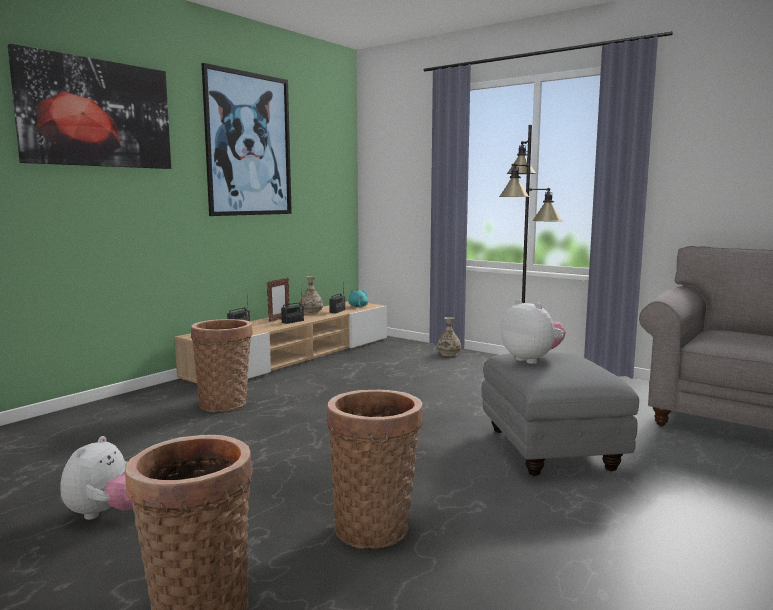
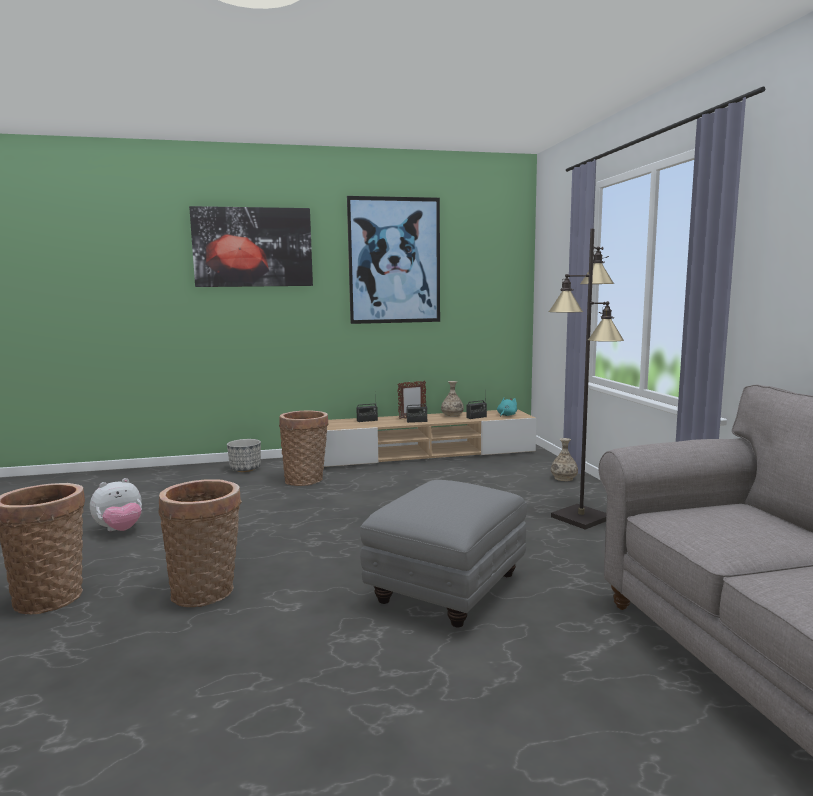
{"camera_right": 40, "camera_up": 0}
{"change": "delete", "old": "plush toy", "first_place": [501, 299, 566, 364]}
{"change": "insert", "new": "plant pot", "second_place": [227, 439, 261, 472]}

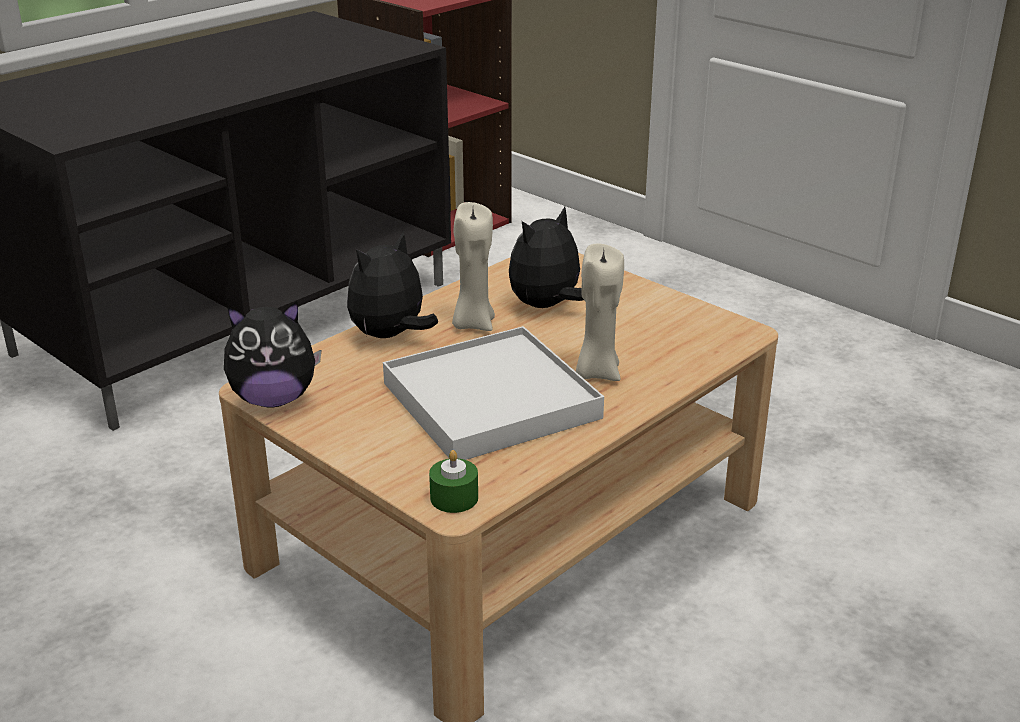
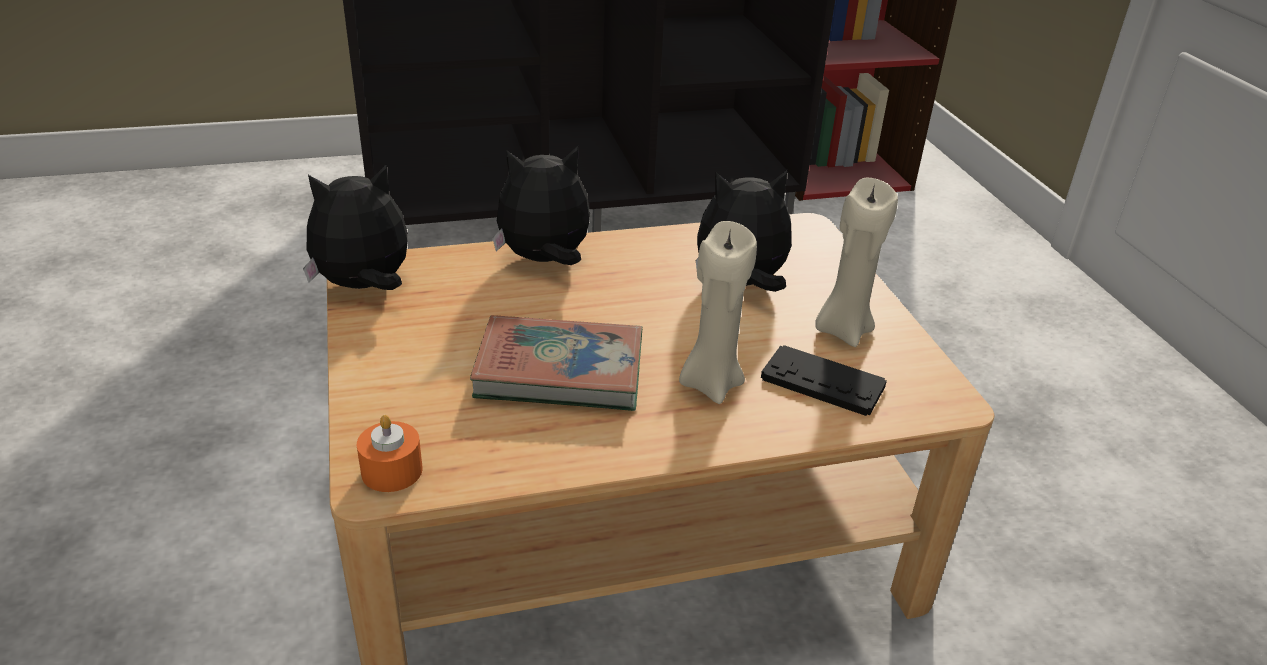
{"camera_right": 30, "camera_up": 5}
{"change": "rotate", "old": "plush toy", "first_place": [224, 301, 322, 407], "second_place": [303, 164, 408, 290], "degrees": 135}
{"change": "replace", "old": "white serving tray", "new": "volume", "first_place": [383, 326, 604, 460], "second_place": [470, 315, 642, 411]}
{"change": "recolor", "old": "greenish candle", "new": "orange candle", "first_place": [429, 450, 478, 513], "second_place": [357, 415, 422, 492]}
{"change": "move", "old": "beige-coloured candle", "first_place": [452, 202, 495, 331], "second_place": [815, 178, 898, 347]}
{"change": "insert", "new": "black-coloured gamepad", "second_place": [761, 345, 887, 416]}

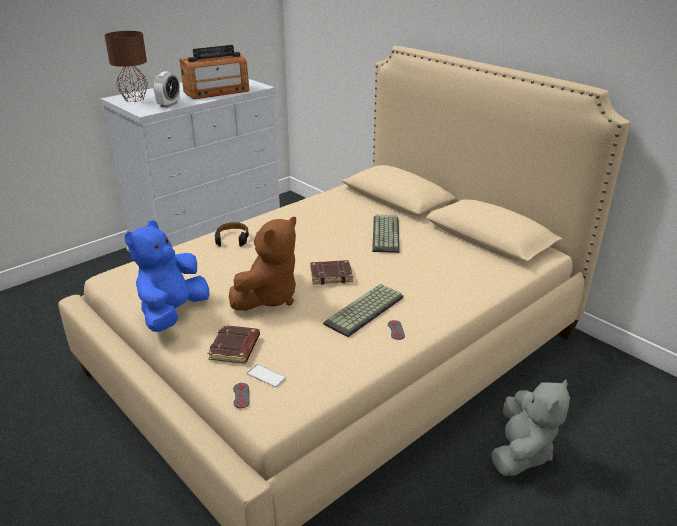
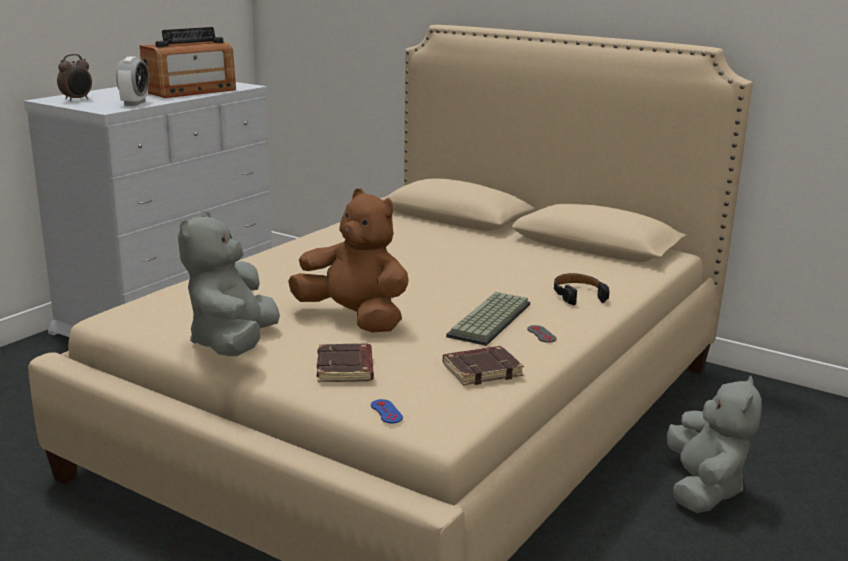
{"camera_right": -15, "camera_up": -10}
{"change": "replace", "old": "brown-coloured table lamp", "new": "bedside clock", "first_place": [105, 31, 148, 102], "second_place": [57, 54, 92, 101]}
{"change": "recolor", "old": "blue plush toy", "new": "gray plush toy", "first_place": [124, 220, 210, 332], "second_place": [178, 210, 280, 356]}
{"change": "move", "old": "black-coloured headset", "first_place": [215, 222, 249, 247], "second_place": [554, 273, 609, 305]}
{"change": "rotate", "old": "brown-coloured plush toy", "first_place": [229, 216, 296, 311], "second_place": [288, 188, 409, 333], "degrees": -75}
{"change": "recolor", "old": "gray gamepad", "new": "blue gamepad", "first_place": [233, 383, 250, 408], "second_place": [371, 399, 403, 424]}
{"change": "delete", "old": "handset", "first_place": [247, 364, 286, 387]}
{"change": "move", "old": "brown-coloured volume", "first_place": [310, 260, 353, 285], "second_place": [443, 346, 524, 385]}
{"change": "delete", "old": "computer keyboard", "first_place": [372, 214, 399, 253]}

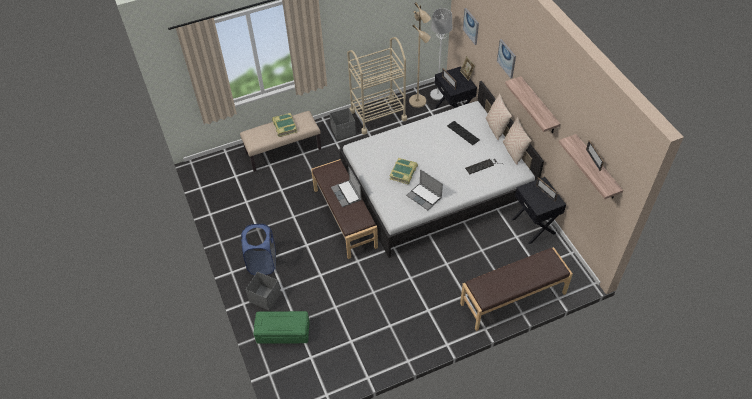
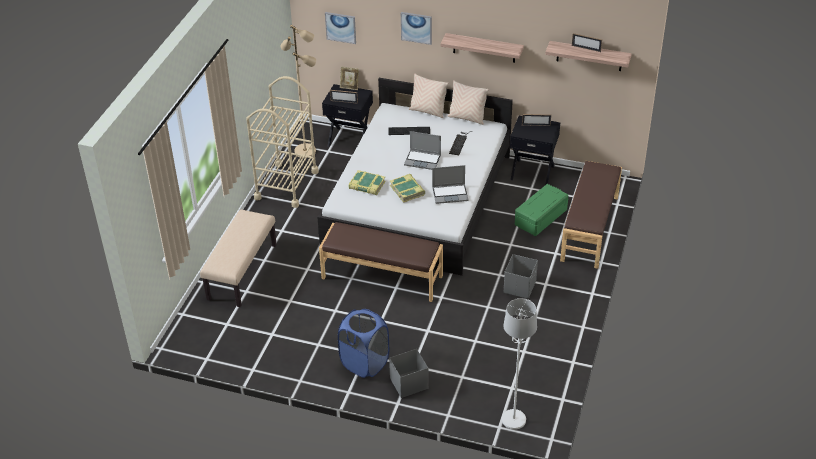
{"camera_right": -50, "camera_up": -10}
{"change": "move", "old": "greenish storage container", "first_place": [253, 311, 310, 344], "second_place": [515, 184, 568, 236]}
{"change": "move", "old": "volume", "first_place": [272, 113, 297, 137], "second_place": [349, 170, 386, 195]}
{"change": "move", "old": "gray storage container", "first_place": [330, 108, 356, 141], "second_place": [504, 254, 538, 299]}
{"change": "move", "old": "portable computer", "first_place": [331, 166, 362, 207], "second_place": [404, 131, 441, 170]}
{"change": "move", "old": "white standard lamp", "first_place": [430, 8, 452, 100], "second_place": [502, 298, 537, 430]}

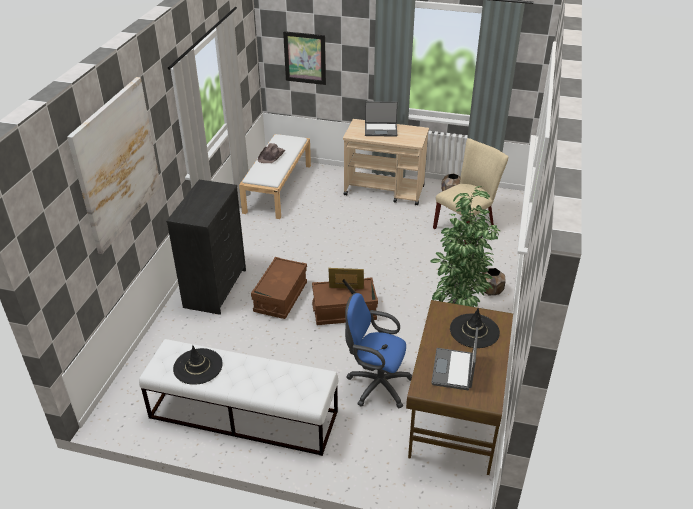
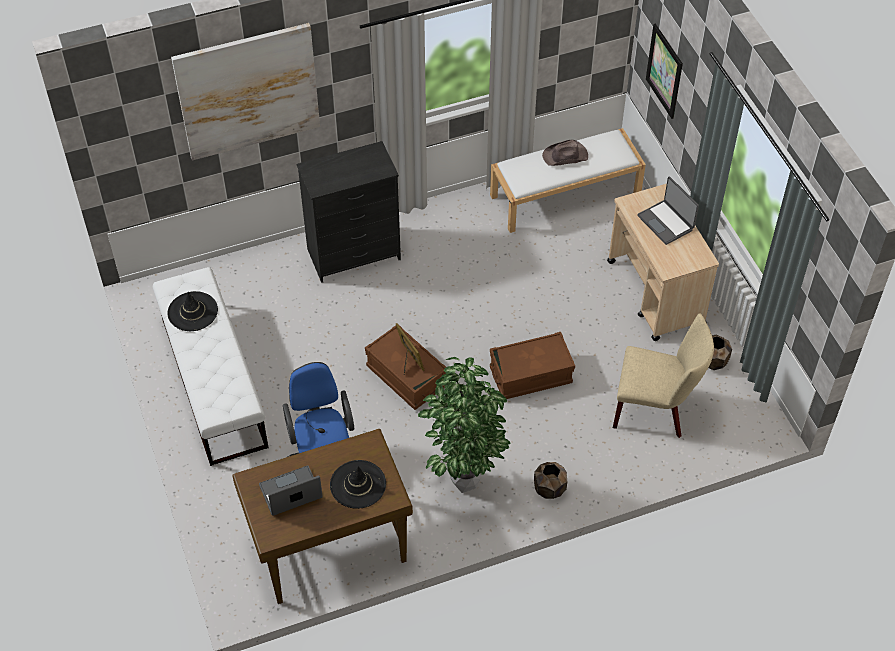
{"camera_right": 55, "camera_up": 15}
{"change": "move", "old": "brown-coloured storage container", "first_place": [251, 257, 307, 319], "second_place": [490, 332, 575, 399]}

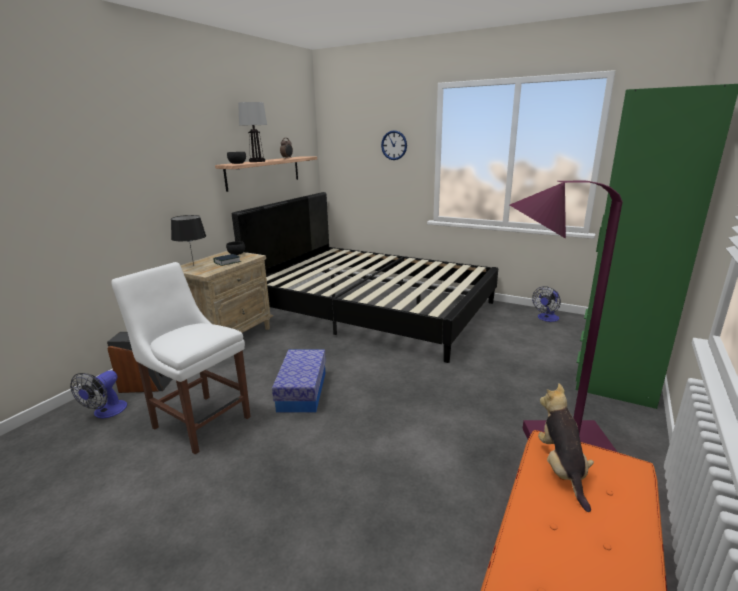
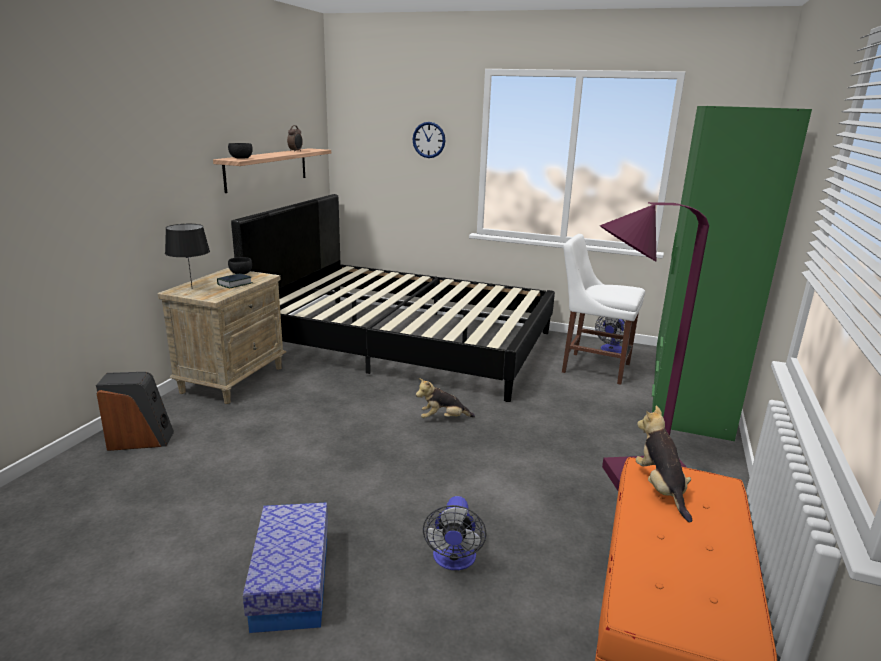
{"camera_right": -10, "camera_up": 0}
{"change": "move", "old": "cooling fan", "first_place": [70, 371, 127, 418], "second_place": [423, 496, 486, 570]}
{"change": "move", "old": "white plain chair", "first_place": [111, 262, 251, 455], "second_place": [562, 234, 645, 385]}
{"change": "delete", "old": "table lamp", "first_place": [238, 102, 267, 162]}
{"change": "move", "old": "storage container", "first_place": [272, 349, 326, 413], "second_place": [243, 502, 328, 633]}
{"change": "insert", "new": "plush toy", "second_place": [416, 378, 475, 418]}

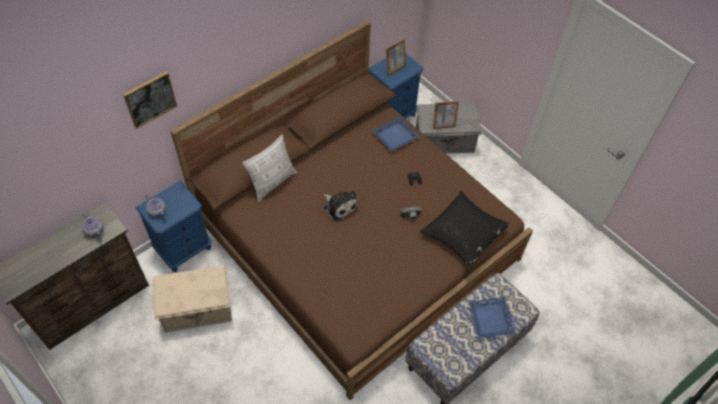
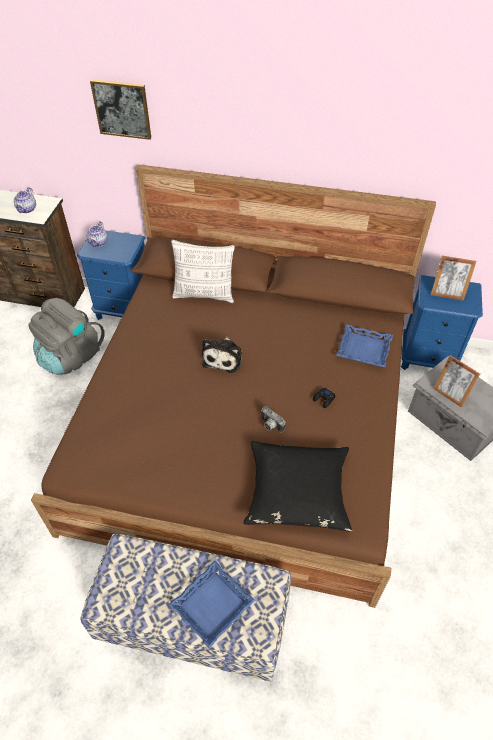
{"camera_right": 55, "camera_up": -5}
{"change": "replace", "old": "beige-coloured storage container", "new": "gray rucksack", "first_place": [152, 265, 232, 333], "second_place": [29, 298, 105, 375]}

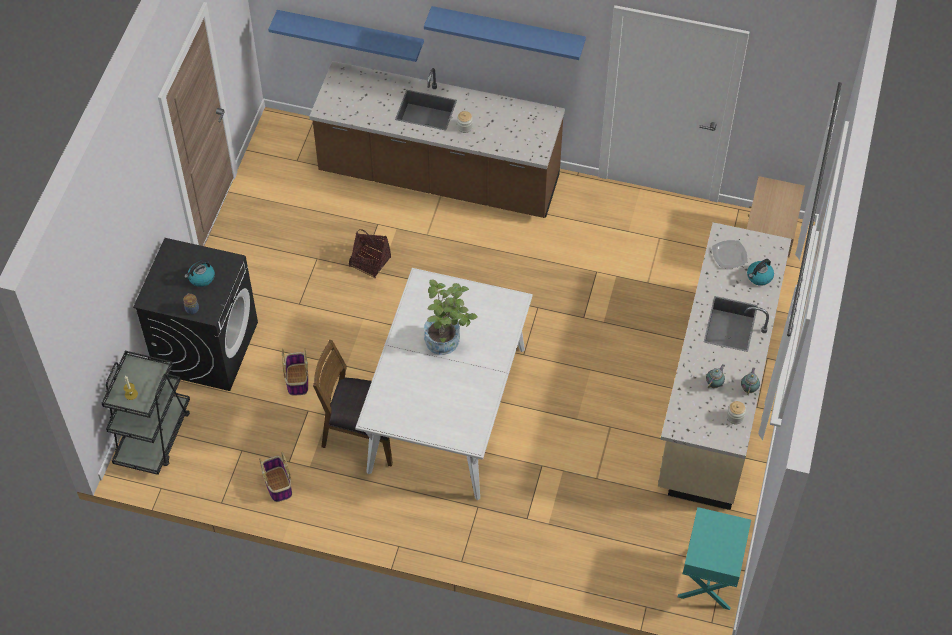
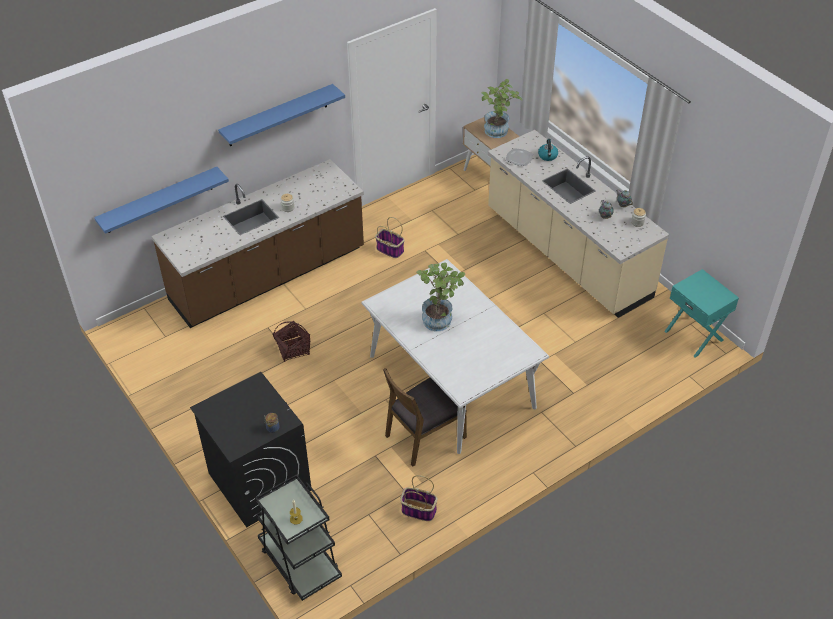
{"camera_right": -50, "camera_up": -10}
{"change": "delete", "old": "tea kettle", "first_place": [184, 260, 215, 287]}
{"change": "move", "old": "household basket", "first_place": [282, 348, 308, 396], "second_place": [375, 217, 405, 258]}
{"change": "insert", "new": "houseplant", "second_place": [481, 79, 523, 138]}

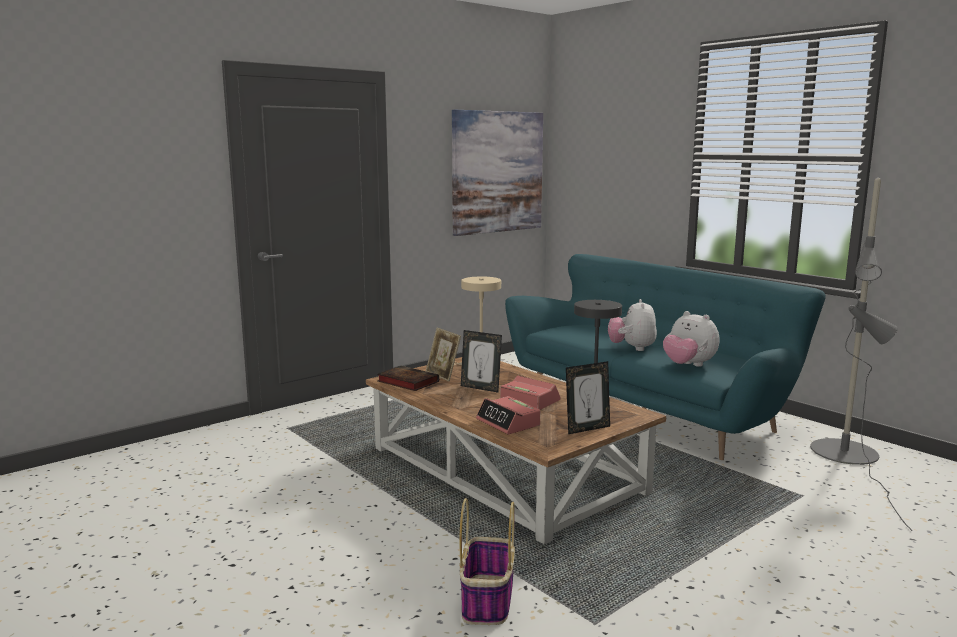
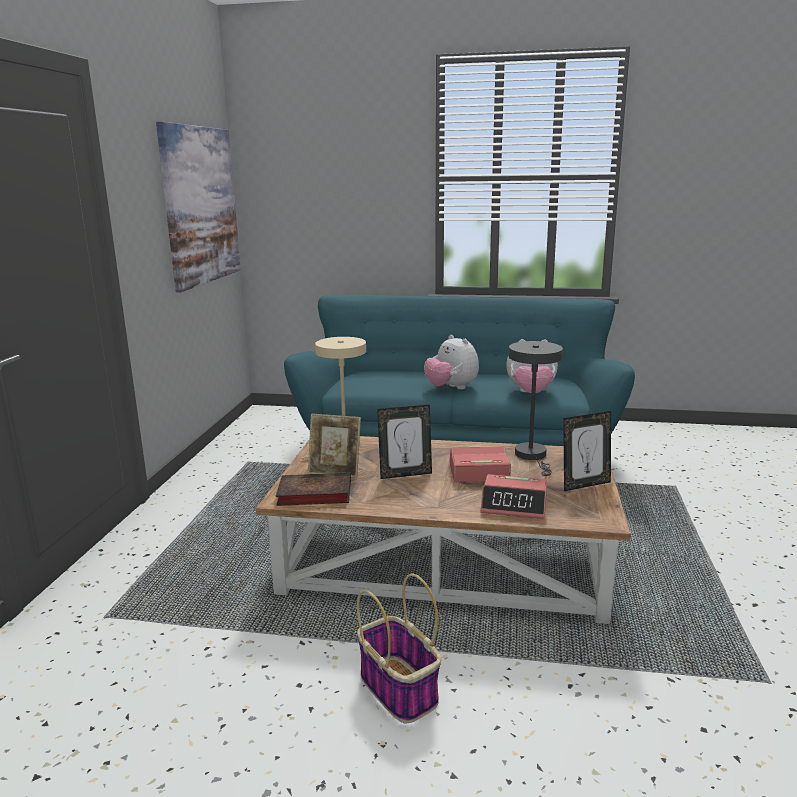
{"camera_right": -40, "camera_up": 5}
{"change": "move", "old": "household basket", "first_place": [460, 498, 515, 625], "second_place": [357, 574, 441, 723]}
{"change": "rotate", "old": "picture frame", "first_place": [566, 361, 610, 434], "second_place": [563, 411, 611, 491], "degrees": 45}
{"change": "delete", "old": "gray standard lamp", "first_place": [810, 178, 912, 531]}

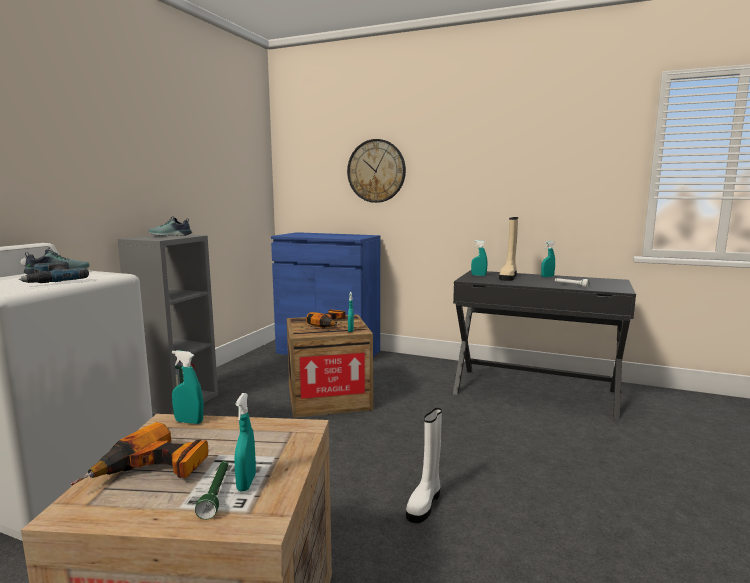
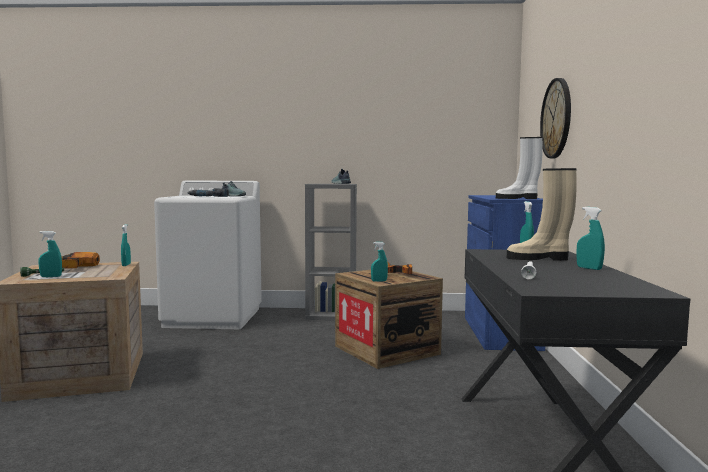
{"camera_right": 70, "camera_up": -5}
{"change": "move", "old": "white high-top boot", "first_place": [406, 408, 442, 523], "second_place": [496, 137, 543, 199]}

